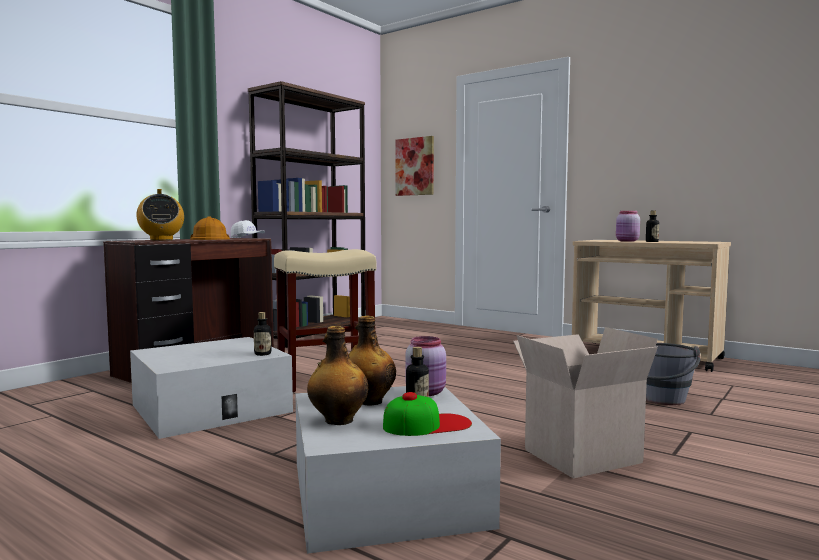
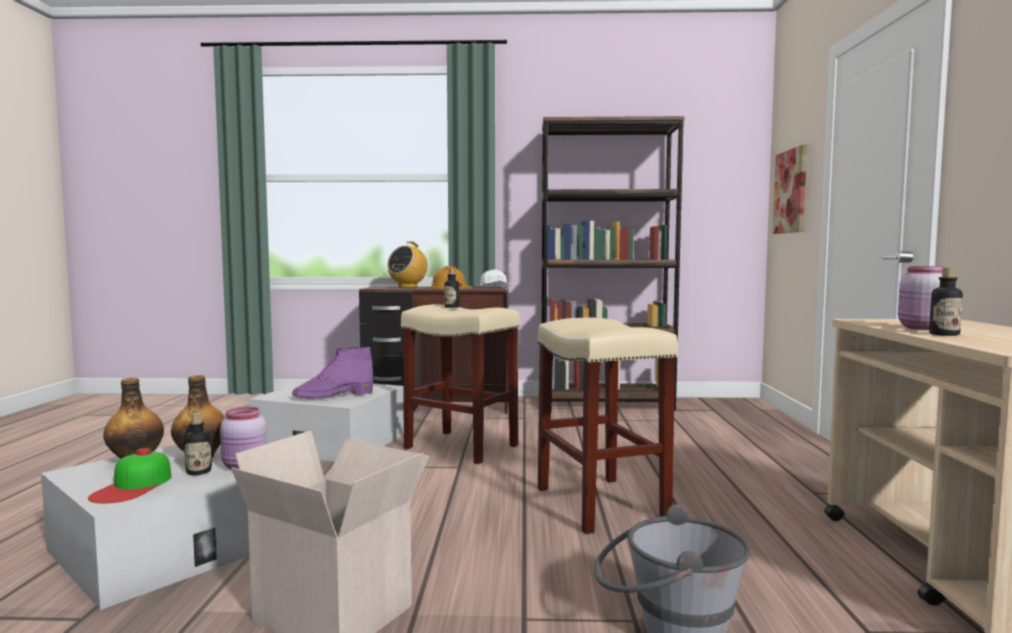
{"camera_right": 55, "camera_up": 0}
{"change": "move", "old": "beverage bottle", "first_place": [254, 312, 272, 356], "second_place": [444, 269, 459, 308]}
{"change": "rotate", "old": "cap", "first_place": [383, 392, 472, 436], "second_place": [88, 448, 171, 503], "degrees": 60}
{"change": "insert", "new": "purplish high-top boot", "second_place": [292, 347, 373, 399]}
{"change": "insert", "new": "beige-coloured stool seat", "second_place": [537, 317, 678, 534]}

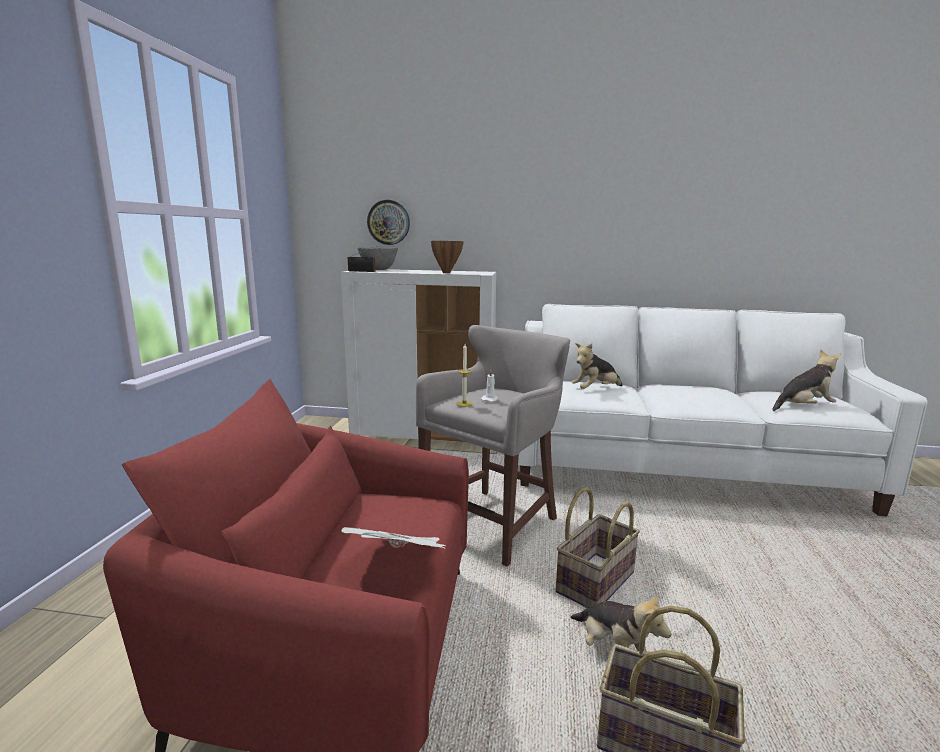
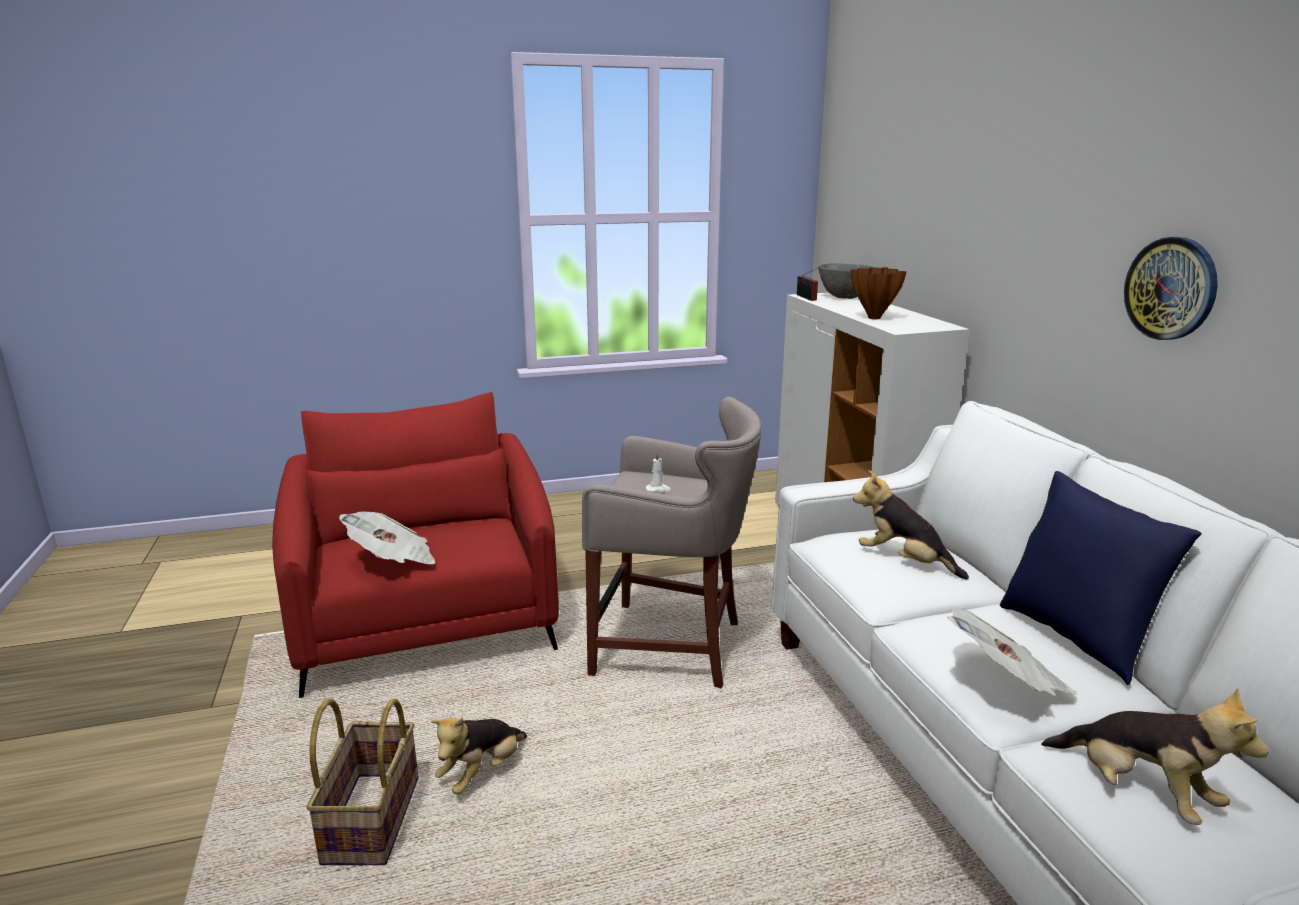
{"camera_right": 65, "camera_up": 5}
{"change": "move", "old": "hanging clock", "first_place": [367, 200, 410, 245], "second_place": [1124, 237, 1218, 340]}
{"change": "delete", "old": "candle", "first_place": [456, 344, 473, 407]}
{"change": "delete", "old": "household basket", "first_place": [556, 487, 640, 608]}
{"change": "insert", "new": "newspaper", "second_place": [947, 609, 1077, 696]}
{"change": "insert", "new": "blue cushion", "second_place": [1000, 471, 1202, 685]}

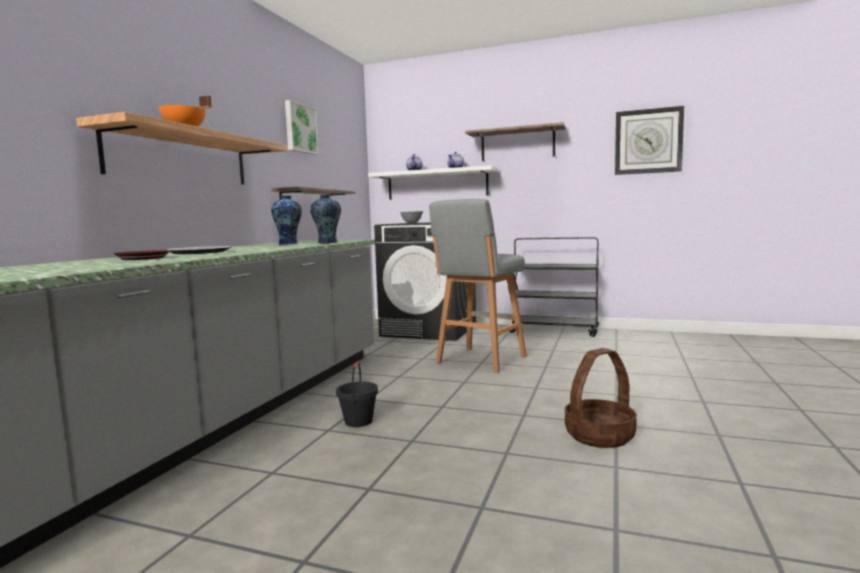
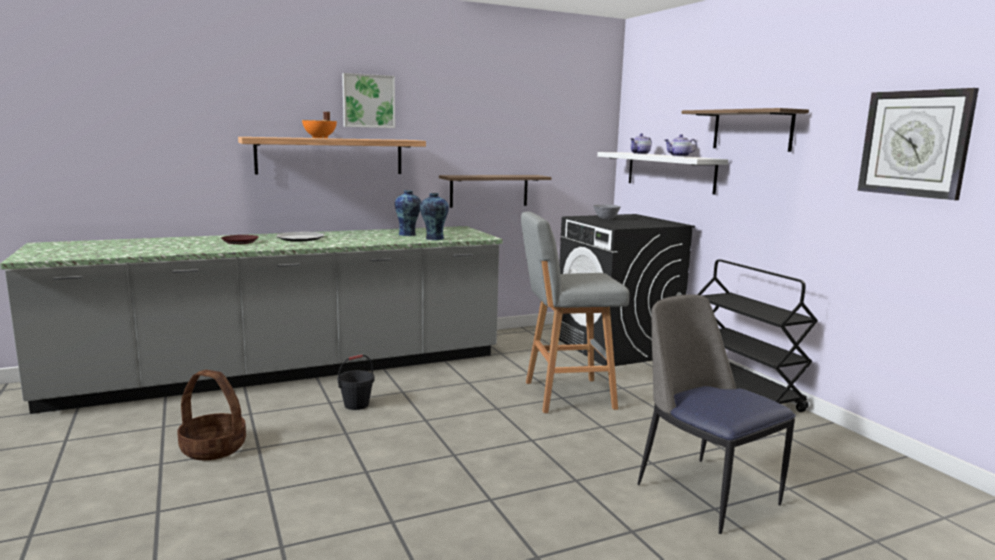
{"camera_right": 45, "camera_up": 5}
{"change": "move", "old": "picture", "first_place": [285, 100, 319, 155], "second_place": [342, 73, 395, 128]}
{"change": "move", "old": "household basket", "first_place": [565, 348, 637, 448], "second_place": [177, 370, 246, 460]}
{"change": "insert", "new": "plain chair", "second_place": [637, 294, 796, 534]}

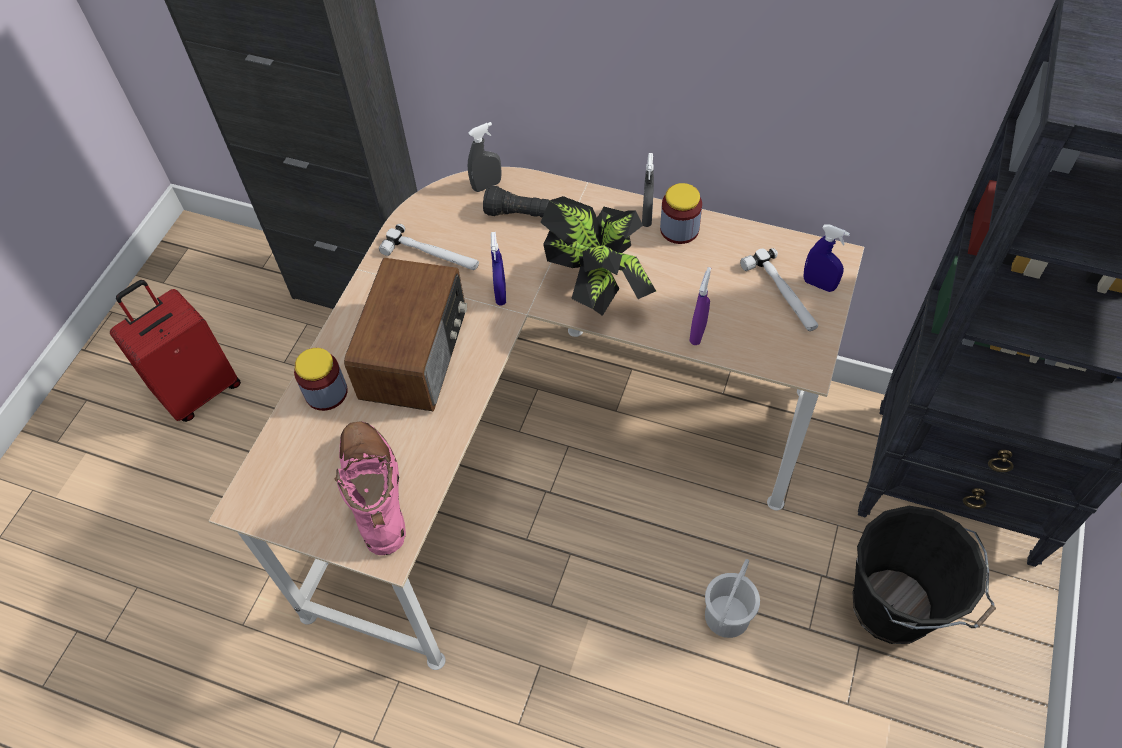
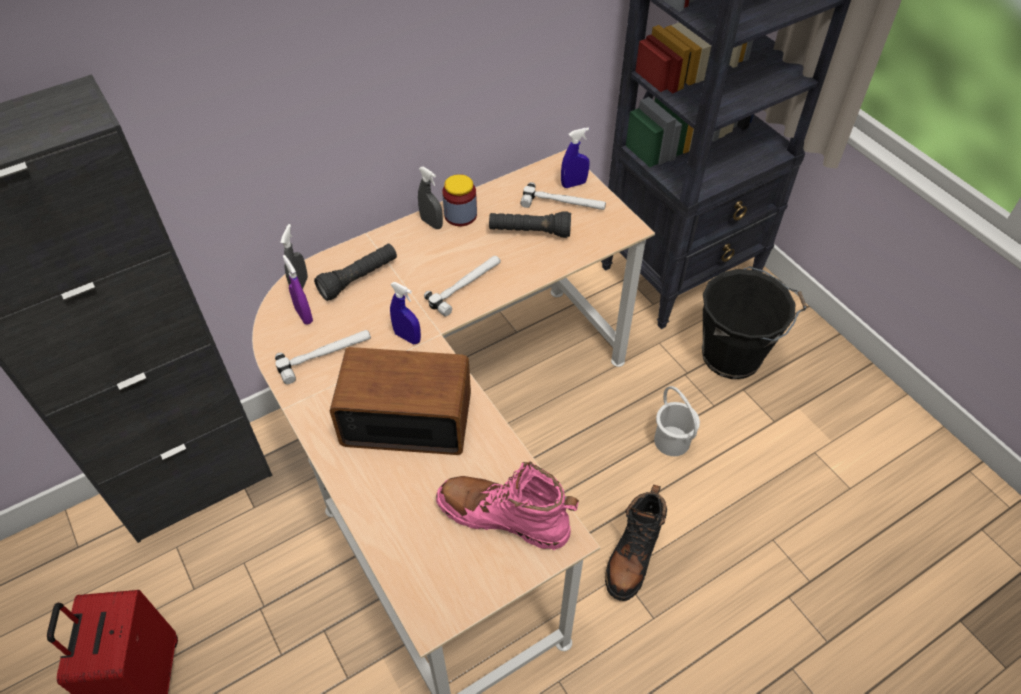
{"camera_right": -55, "camera_up": -5}
{"change": "delete", "old": "preserve jar", "first_place": [294, 348, 348, 411]}
{"change": "rotate", "old": "radio receiver", "first_place": [344, 258, 467, 411], "second_place": [330, 347, 471, 455], "degrees": -45}
{"change": "replace", "old": "houseplant", "new": "tool hammer", "first_place": [540, 196, 656, 316], "second_place": [424, 256, 501, 317]}
{"change": "move", "old": "purplish spray bottle", "first_place": [690, 267, 711, 345], "second_place": [282, 255, 313, 325]}
{"change": "insert", "new": "black-coloured torch", "second_place": [489, 211, 571, 238]}
{"change": "insert", "new": "black-coloured high-top boot", "second_place": [605, 485, 667, 601]}

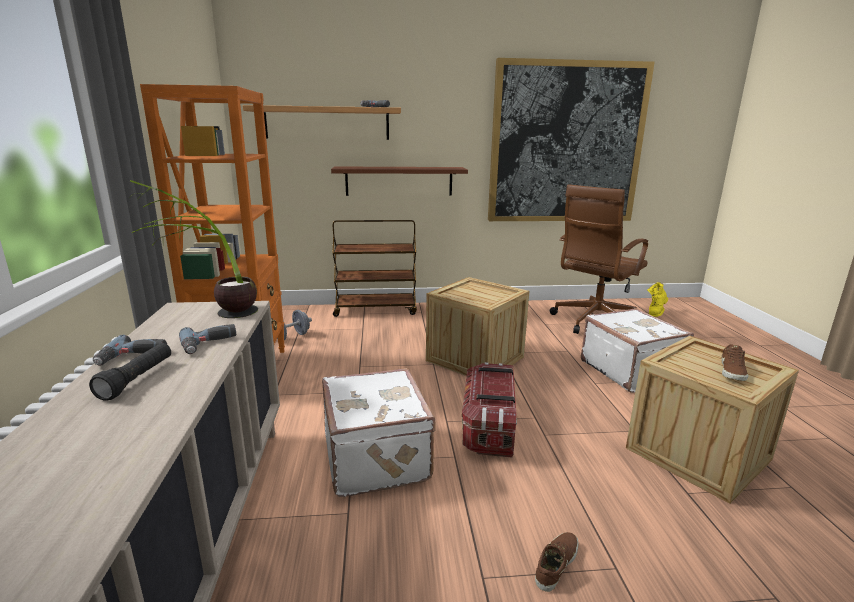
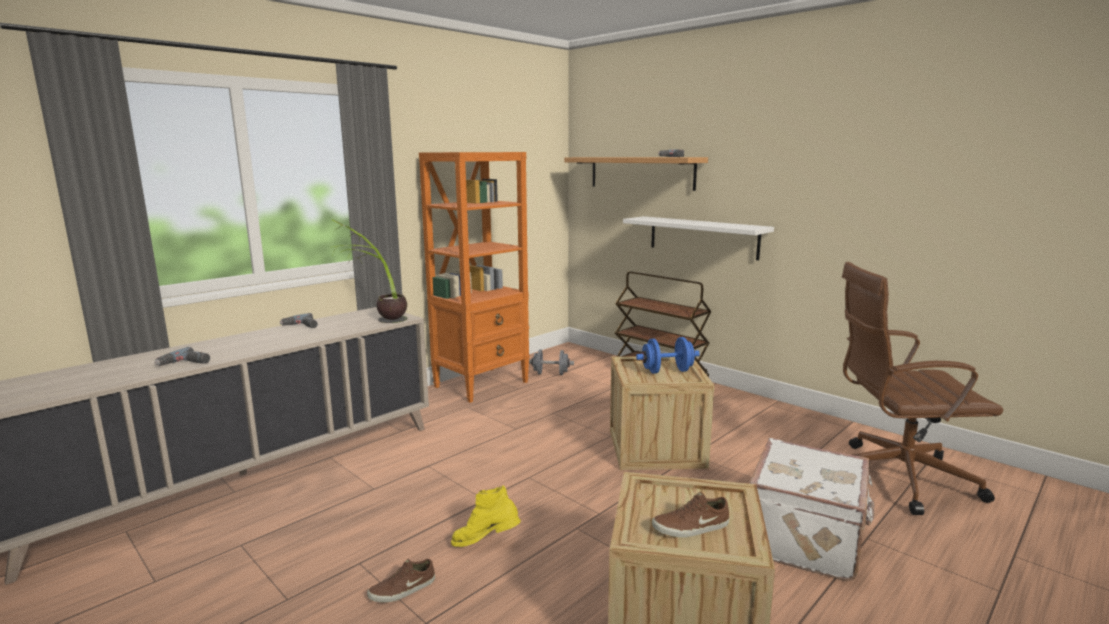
{"camera_right": 50, "camera_up": -5}
{"change": "delete", "old": "black-coloured torch", "first_place": [89, 343, 171, 401]}
{"change": "move", "old": "electric drill", "first_place": [179, 324, 236, 354], "second_place": [155, 347, 210, 366]}
{"change": "delete", "old": "white suitcase", "first_place": [322, 368, 435, 497]}
{"change": "recolor", "old": "brown-coloured wall shelf", "new": "white wall shelf", "first_place": [331, 166, 468, 196], "second_place": [623, 216, 774, 260]}
{"change": "delete", "old": "storage container", "first_place": [462, 362, 517, 458]}
{"change": "delete", "old": "picture", "first_place": [488, 58, 655, 221]}
{"change": "rotate", "old": "brown-coloured low shoe", "first_place": [535, 532, 578, 592], "second_place": [367, 559, 435, 602], "degrees": 150}
{"change": "move", "old": "yellow high-top boot", "first_place": [647, 282, 668, 317], "second_place": [451, 485, 521, 547]}
{"change": "insert", "new": "blue free weight", "second_place": [636, 337, 700, 374]}

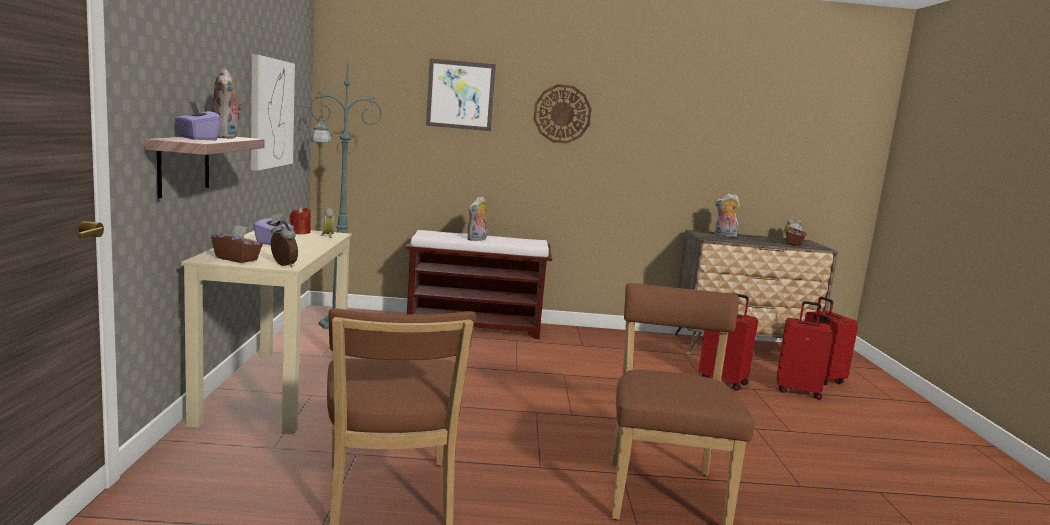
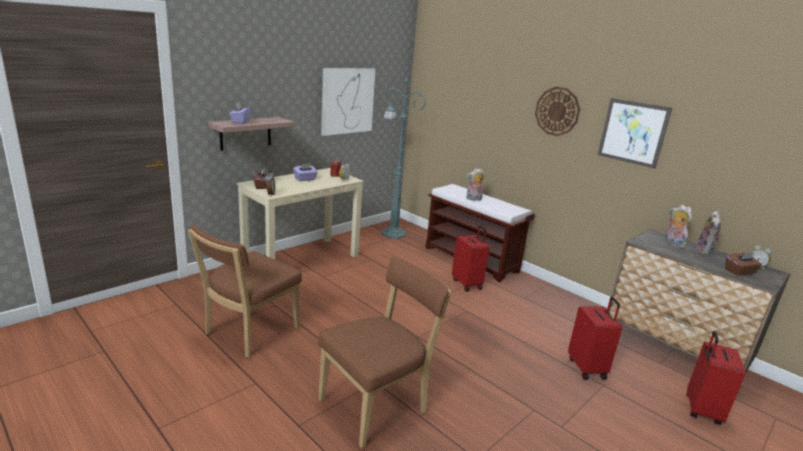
{"camera_right": 45, "camera_up": 10}
{"change": "move", "old": "plush toy", "first_place": [212, 69, 243, 139], "second_place": [695, 211, 722, 255]}
{"change": "move", "old": "picture", "first_place": [426, 58, 496, 131], "second_place": [598, 98, 672, 169]}
{"change": "move", "old": "red-coloured suitcase", "first_place": [777, 301, 833, 400], "second_place": [452, 226, 490, 292]}

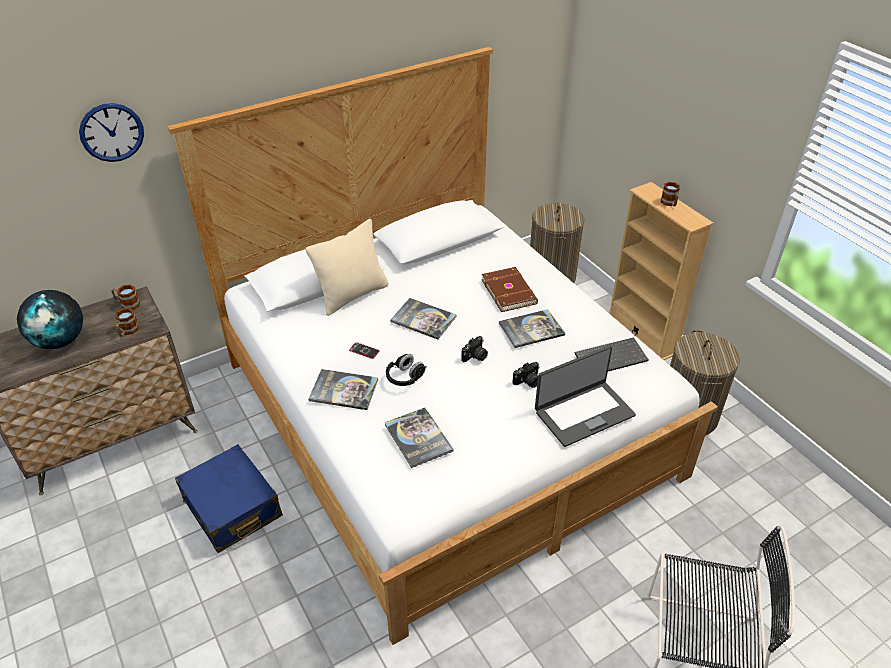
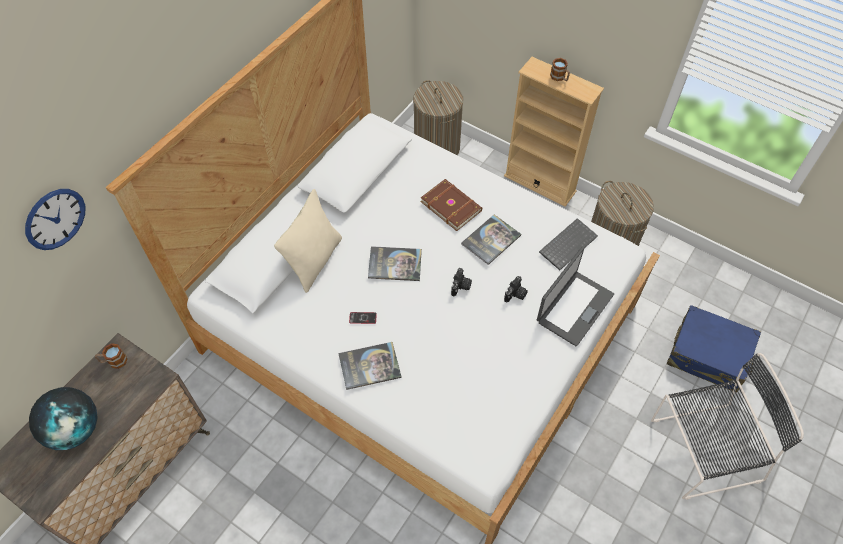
{"camera_right": -25, "camera_up": 15}
{"change": "delete", "old": "coffee mug", "first_place": [115, 308, 139, 337]}
{"change": "move", "old": "blue suitcase", "first_place": [175, 444, 283, 553], "second_place": [667, 305, 761, 393]}
{"change": "delete", "old": "volume", "first_place": [385, 408, 454, 468]}
{"change": "delete", "old": "black-coloured headset", "first_place": [386, 354, 427, 386]}

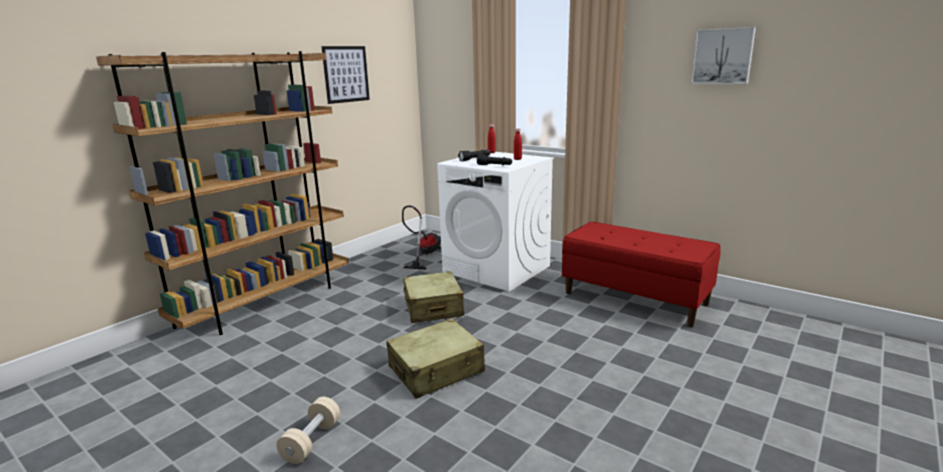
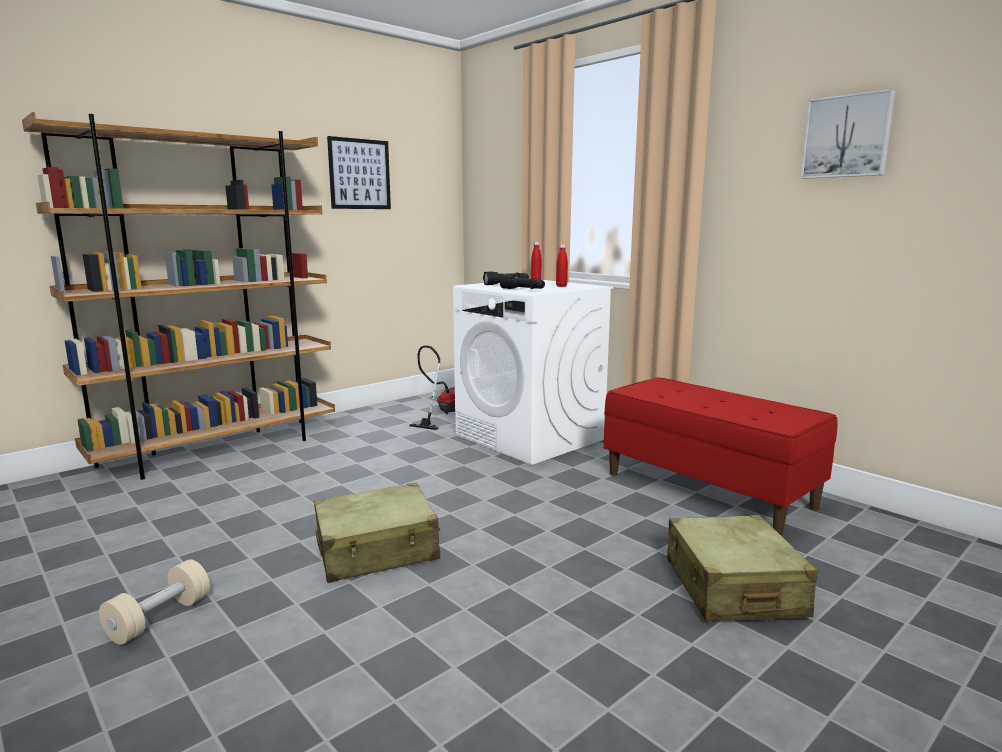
{"camera_right": 10, "camera_up": -5}
{"change": "move", "old": "beige-coloured suitcase", "first_place": [403, 271, 465, 323], "second_place": [667, 515, 818, 621]}

